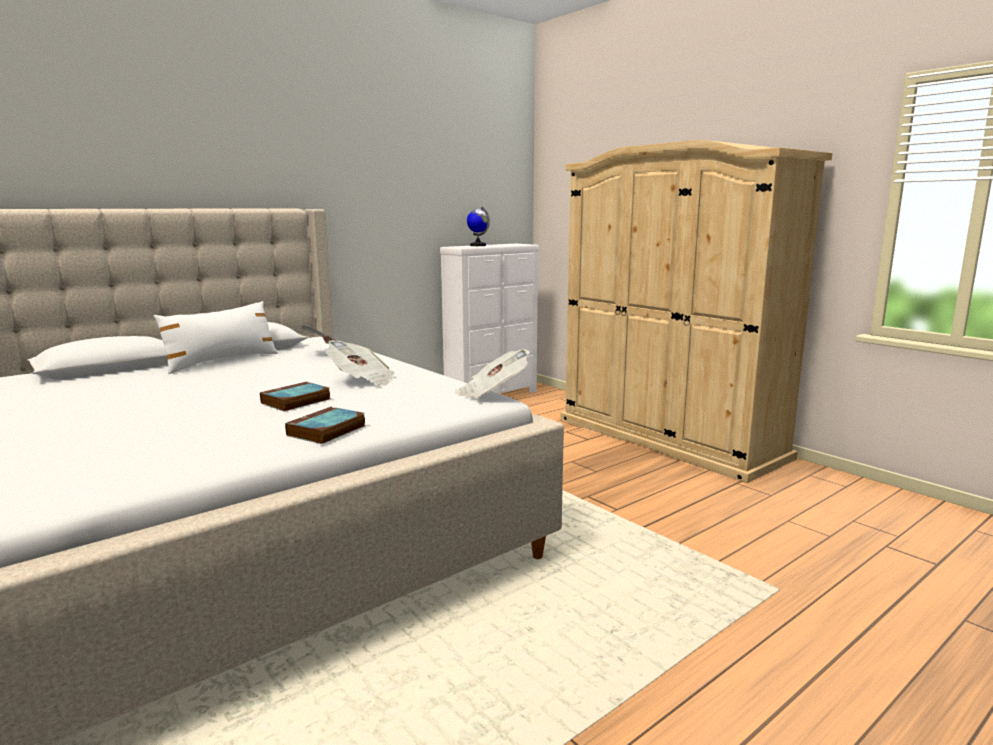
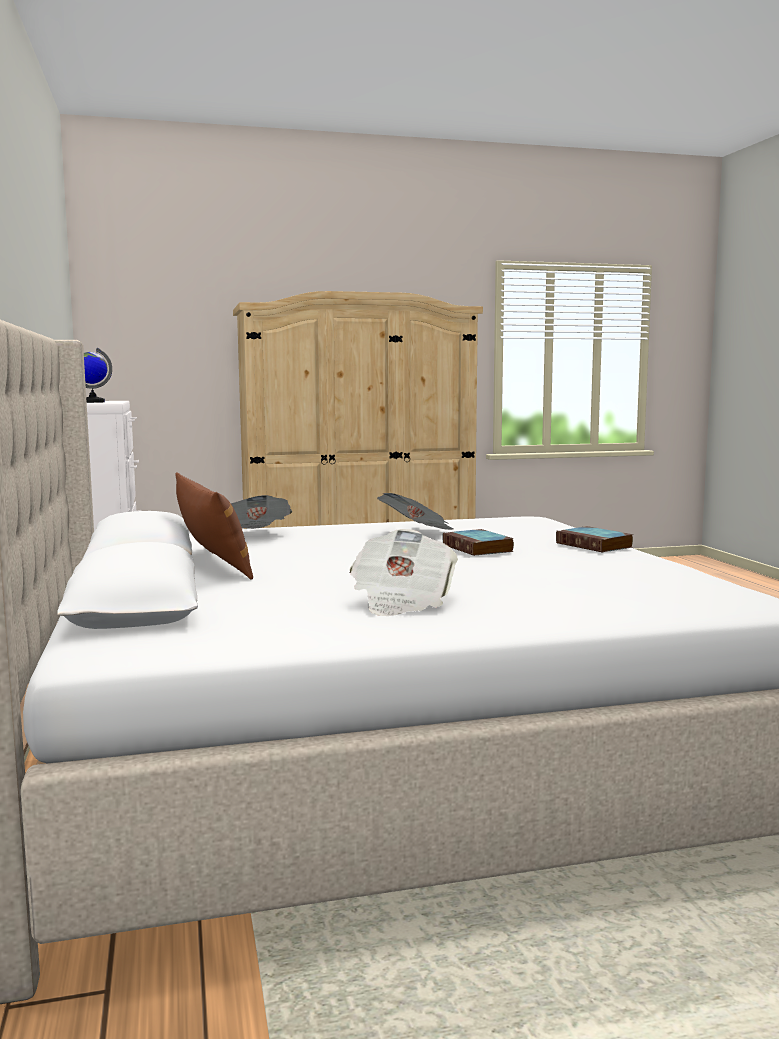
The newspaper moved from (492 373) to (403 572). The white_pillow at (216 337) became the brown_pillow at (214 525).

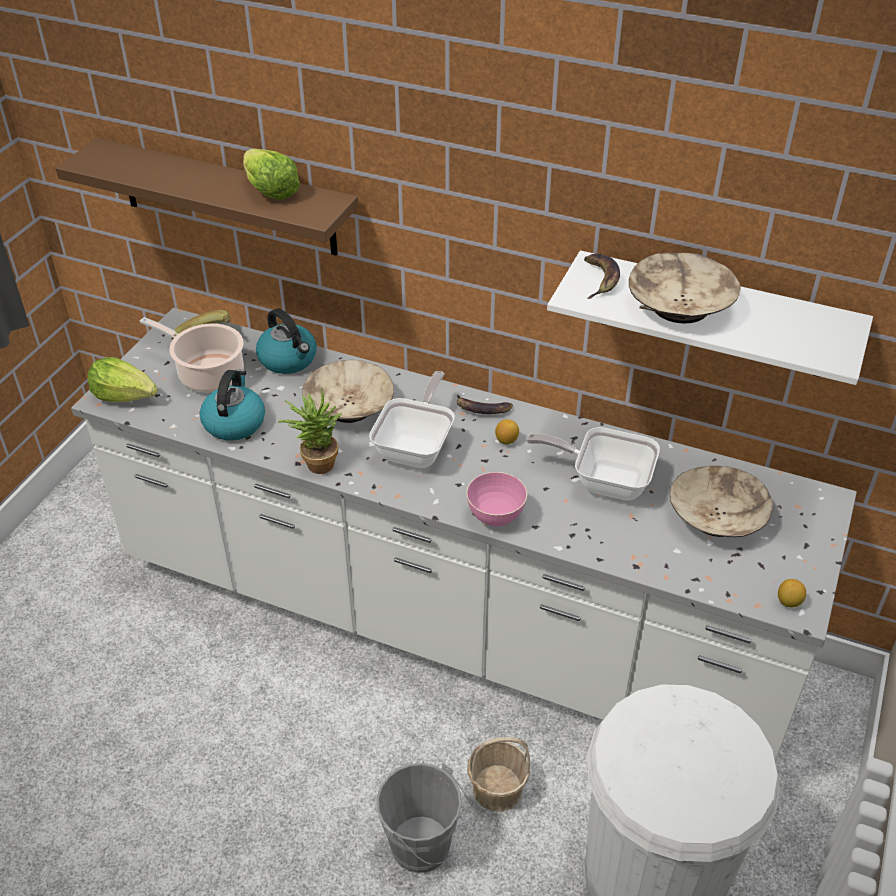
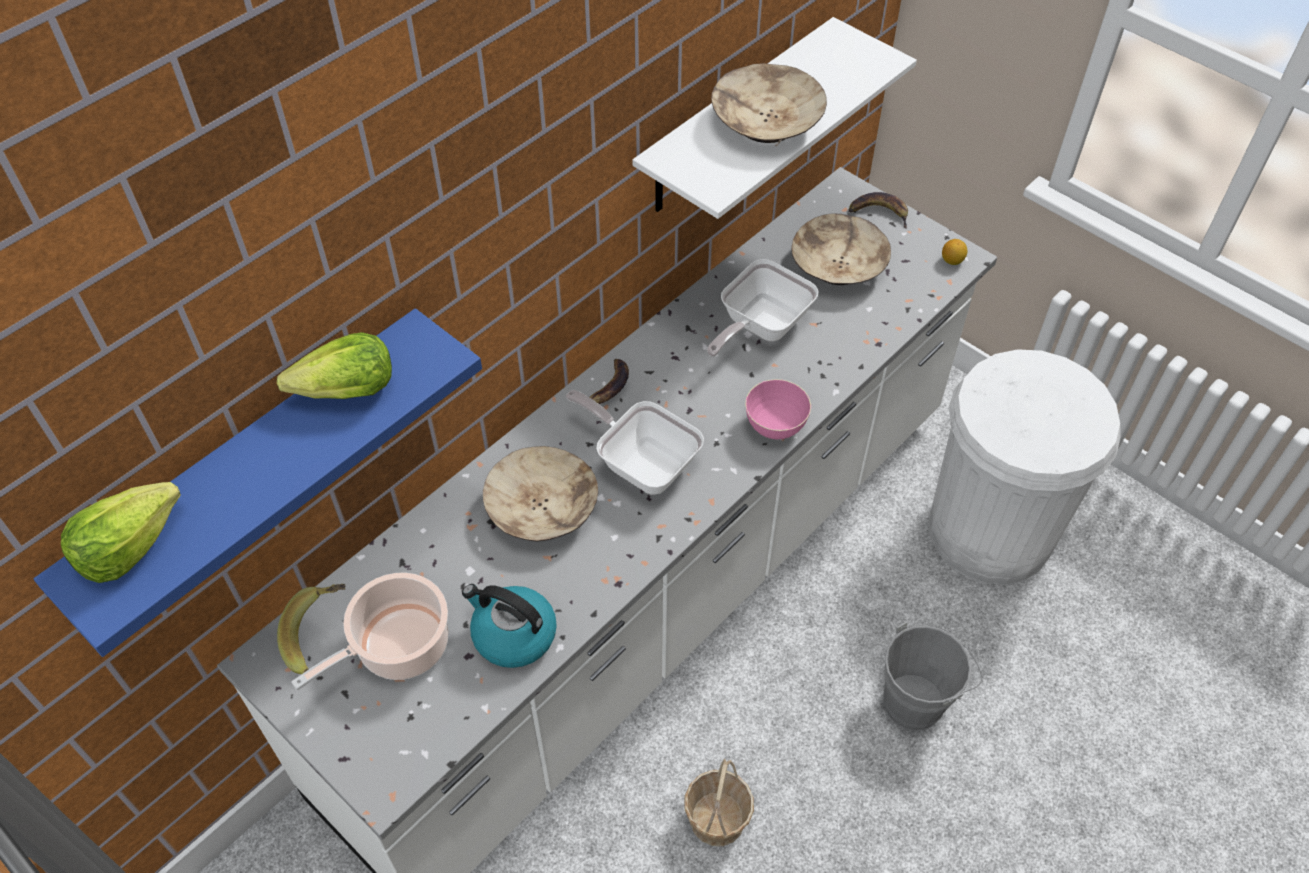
The kettle at (286 341) disappeared. The potted_plant at (310 431) disappeared. The lemon at (507 431) disappeared. The lettuce moved from (122 379) to (121 532). The basket moved from (498 774) to (719 802). The banana moved from (602 276) to (878 210). The brown_shelf at (207 197) became the blue_shelf at (258 482).

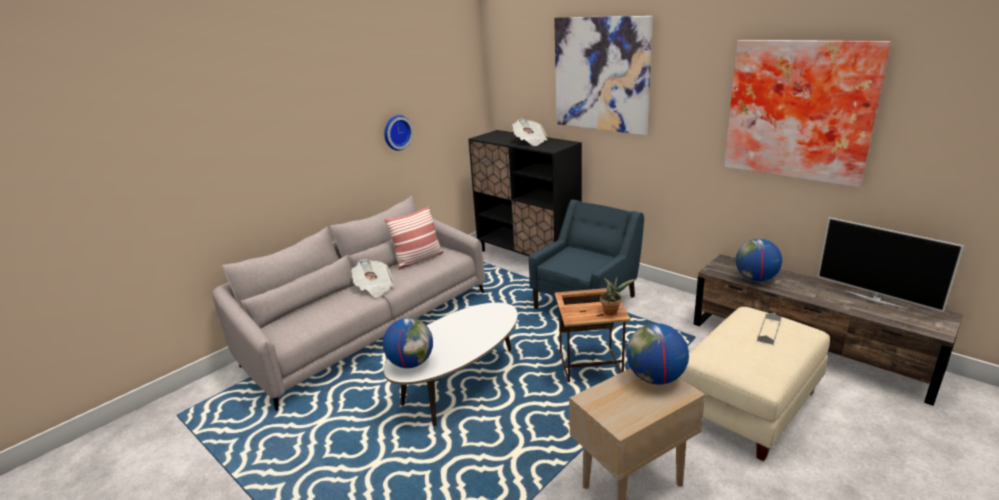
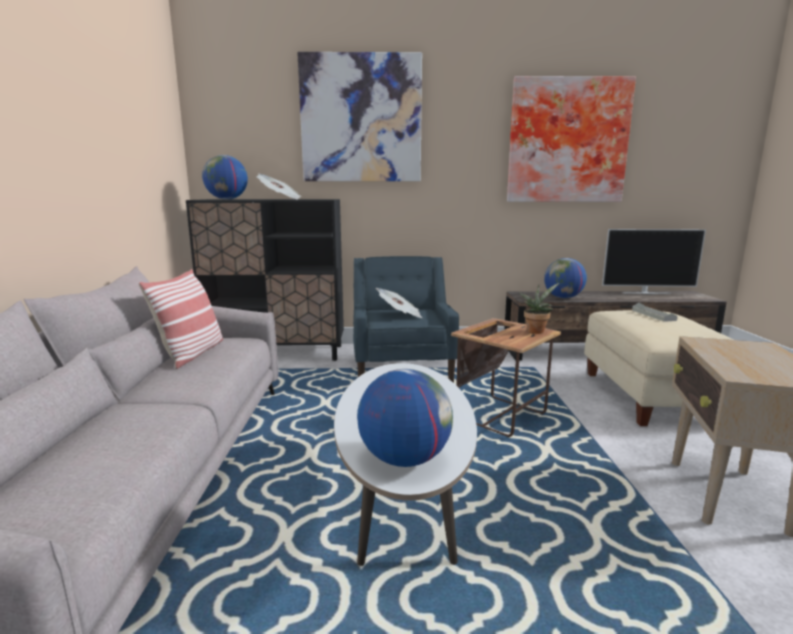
The wall_clock at (398 133) disappeared. The newspaper moved from (372 278) to (399 303). The globe moved from (658 354) to (225 177).

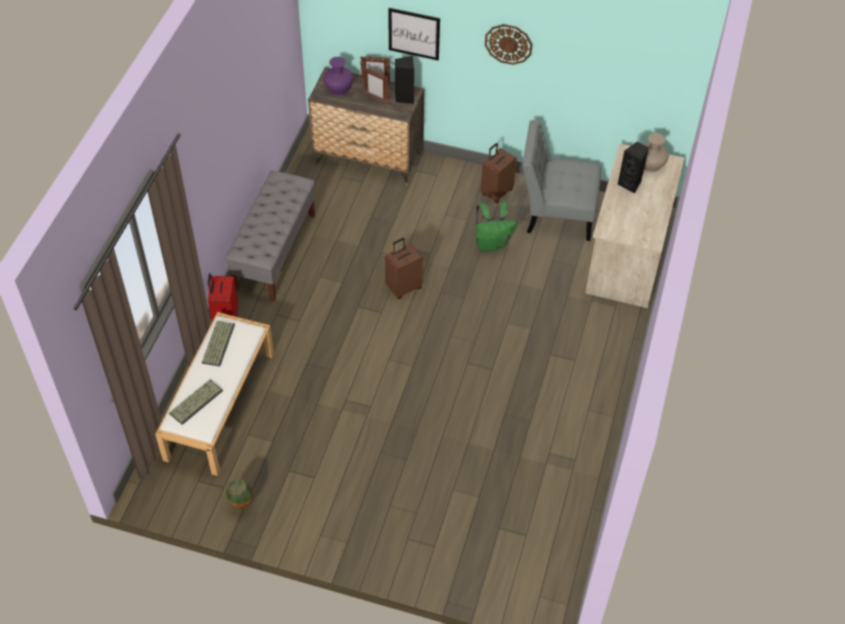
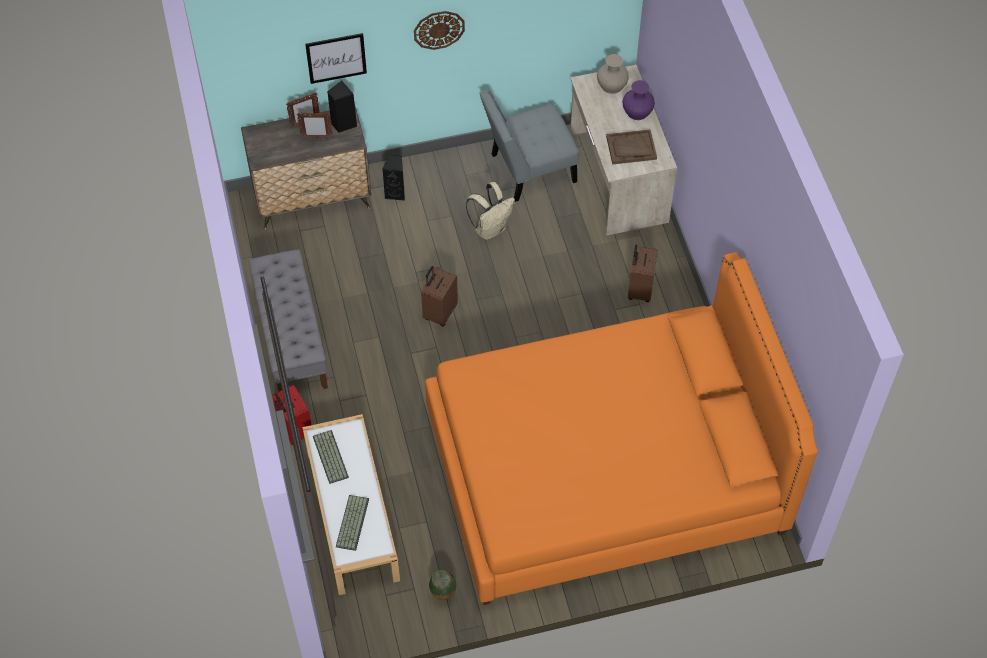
The orange_bed at (621 428) appeared. The brown_tray at (631 147) appeared. The purple_vase moved from (338 76) to (638 100). The brown_suitcase moved from (499 173) to (643 273). The black_speaker moved from (633 167) to (393 178). The green_backpack at (496 225) became the beige_backpack at (490 211).

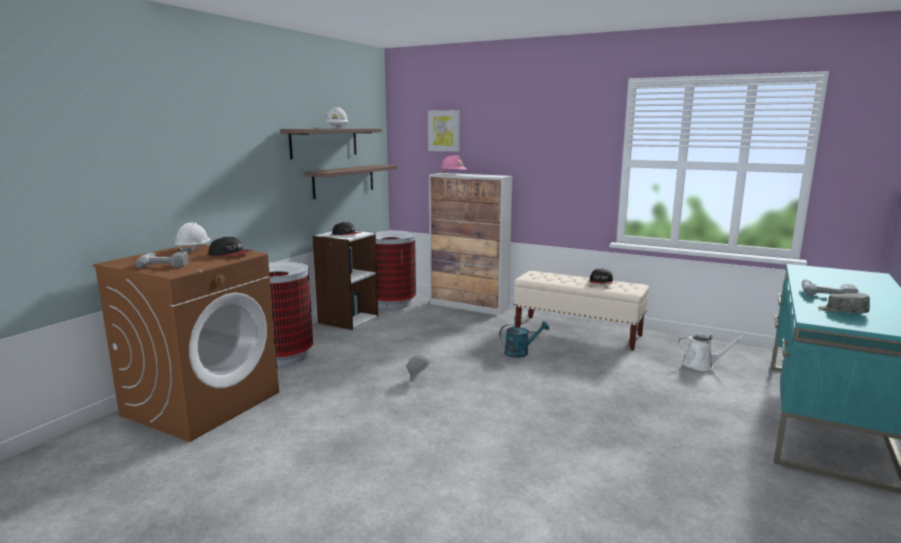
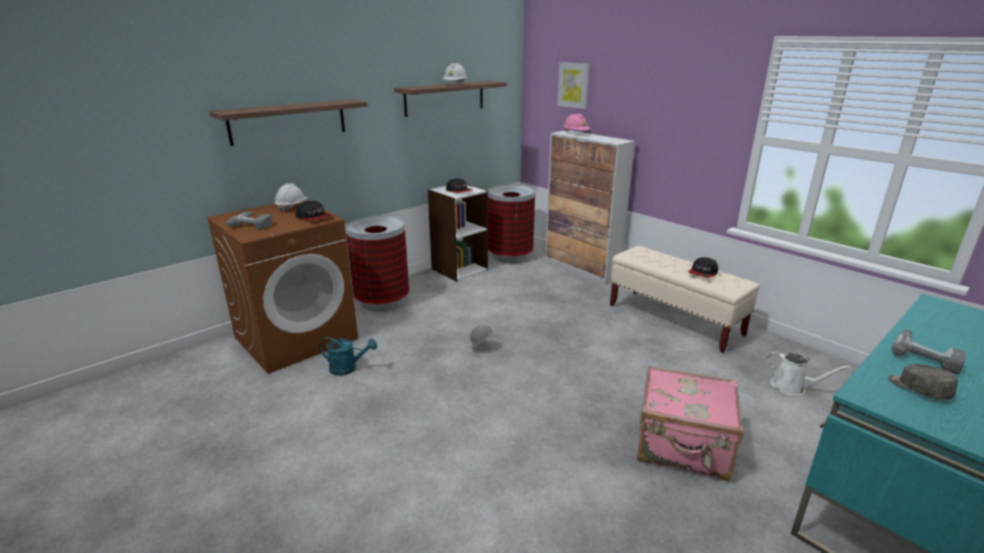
The pink_suitcase at (690 423) appeared. The shelf moved from (351 182) to (288 122). The turquoise_watering_can moved from (524 339) to (348 356).

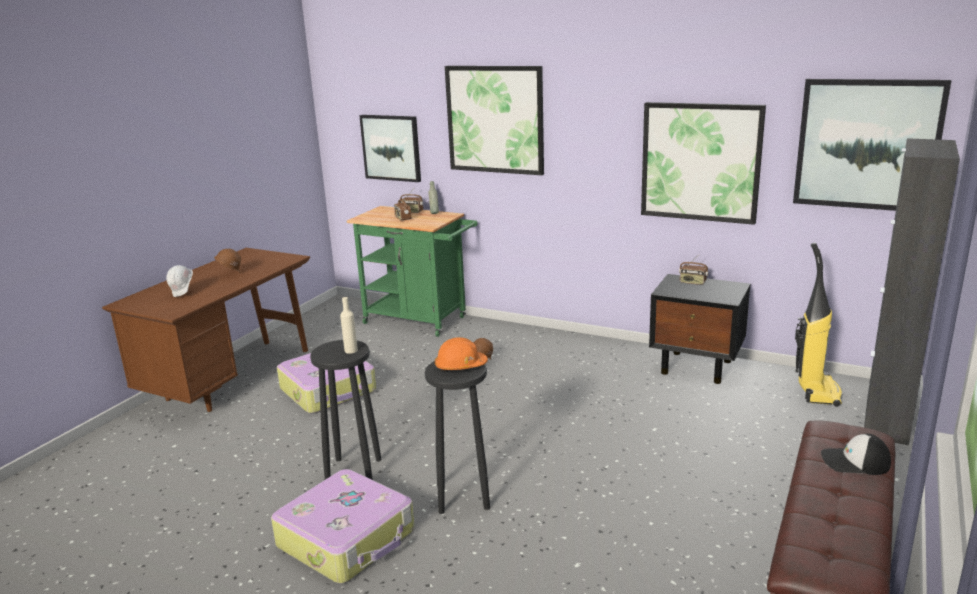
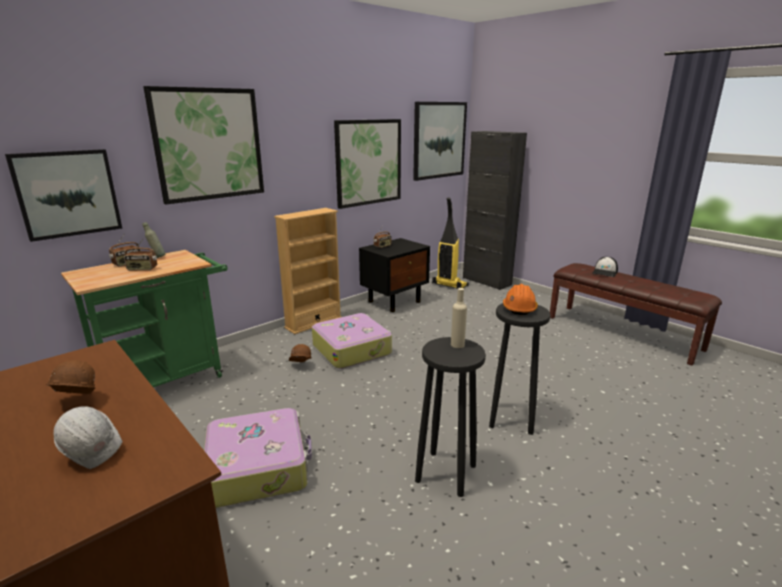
The beige_bookcase at (308 271) appeared. The suitcase moved from (342 526) to (352 341).

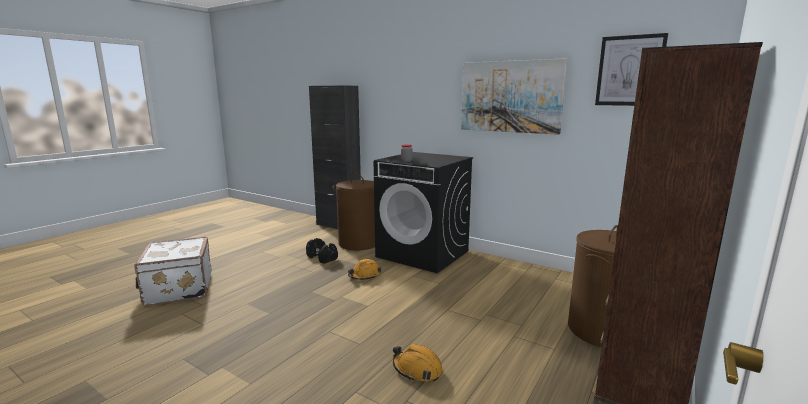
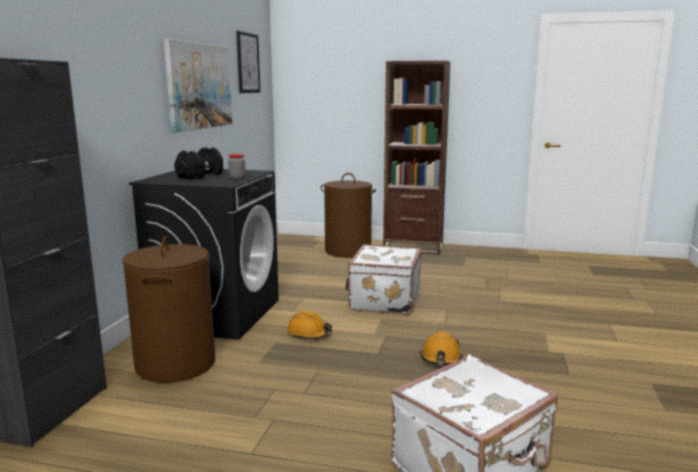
The white_suitcase at (383 279) appeared. The black_dumbbell moved from (322 251) to (198 163). The orange_hard_hat moved from (418 362) to (441 348).

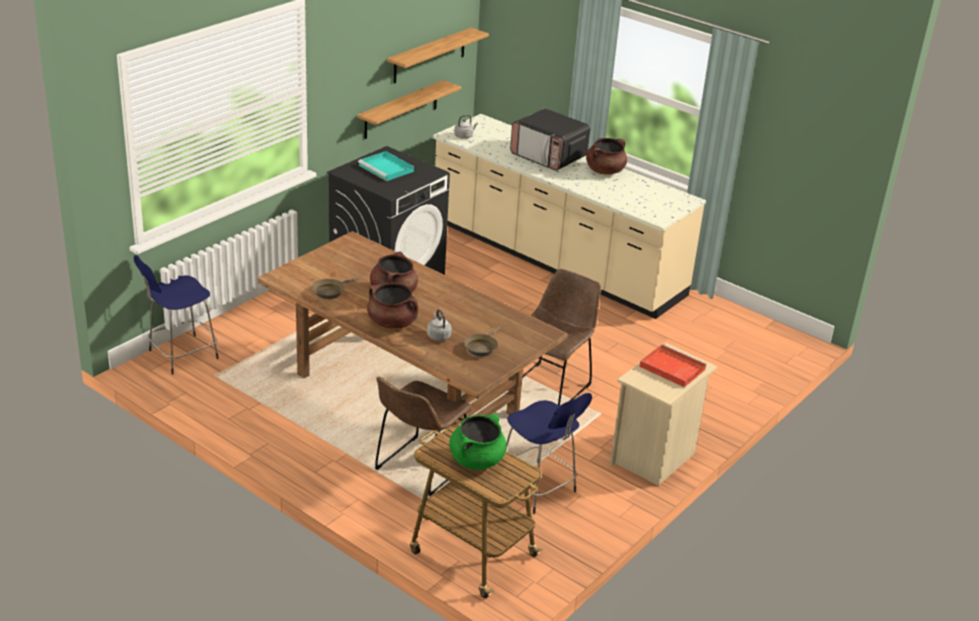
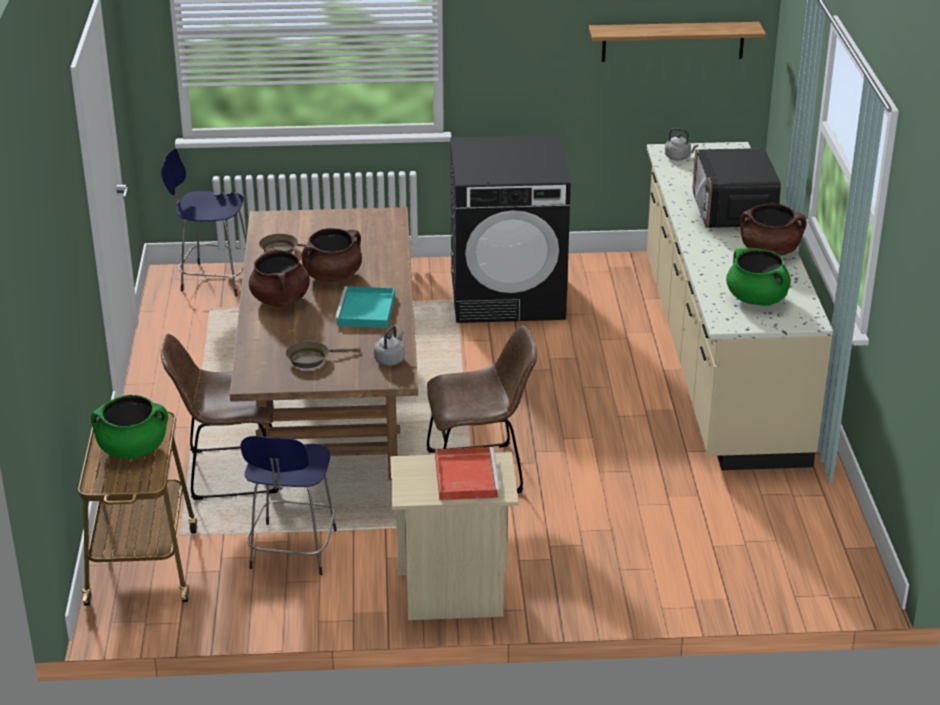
The shelf at (409 109) disappeared. The green_cooking_pot at (758 277) appeared. The turquoise_tray moved from (386 166) to (364 307). The grey_kettle moved from (439 325) to (389 346).

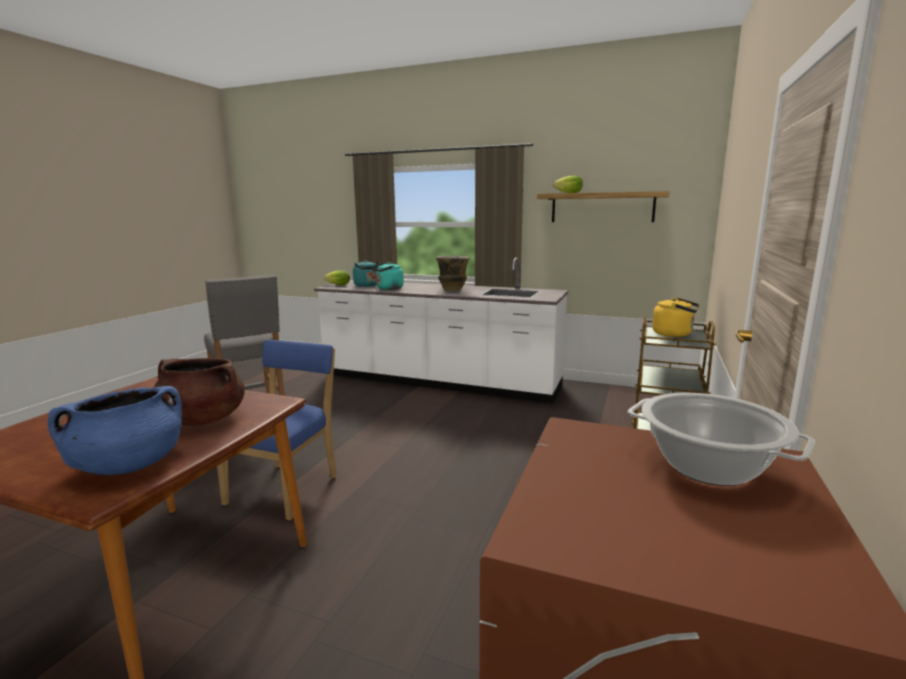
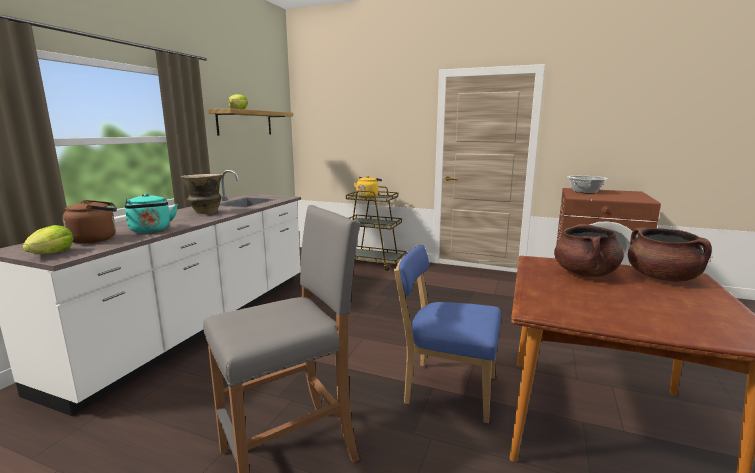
The blue_cooking_pot at (115 430) became the brown_cooking_pot at (670 255). The turquoise_kettle at (366 273) became the brown_kettle at (90 222).

